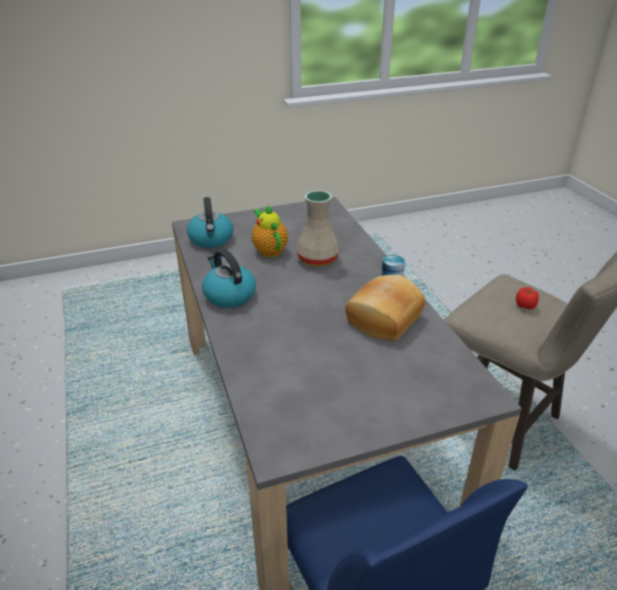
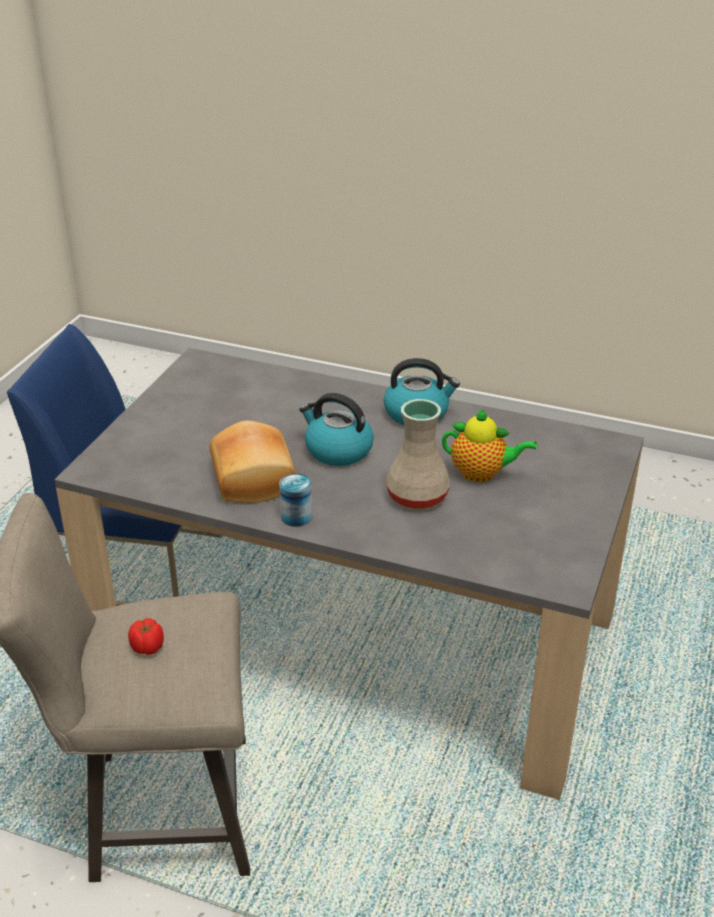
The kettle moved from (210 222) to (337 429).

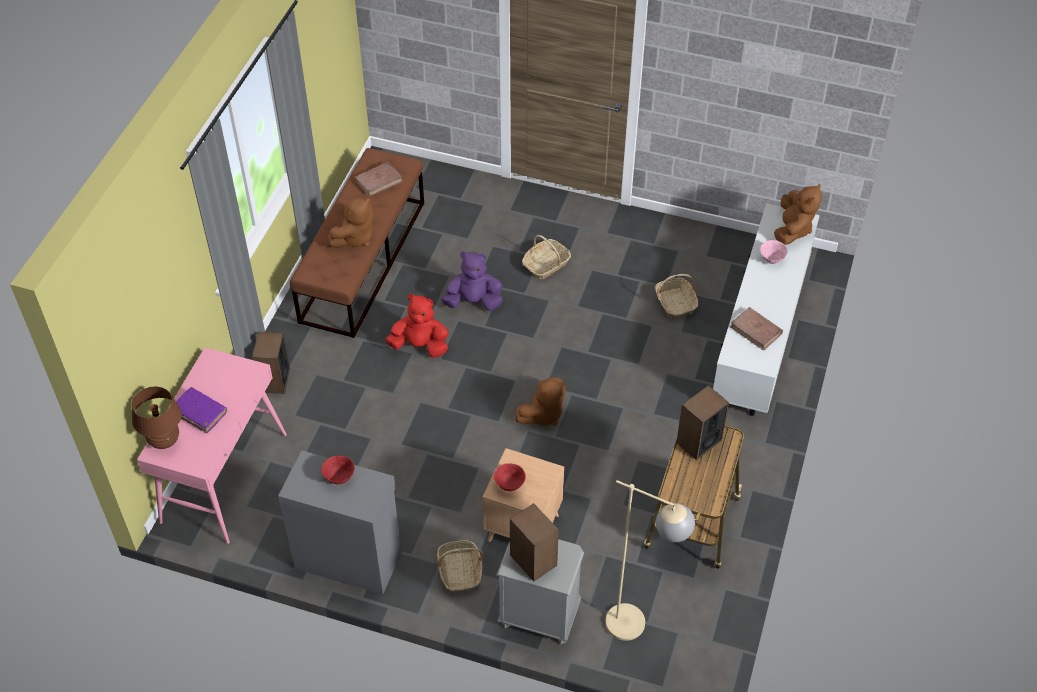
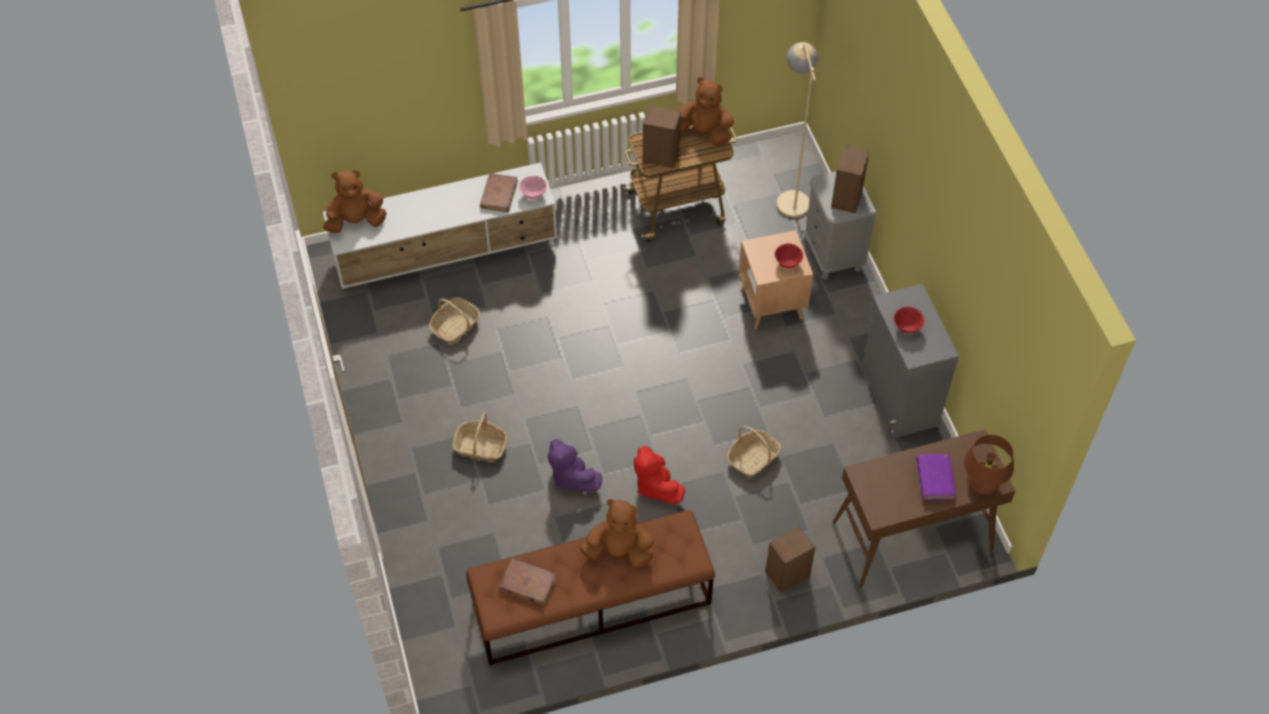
The basket moved from (460 565) to (754 452). The brown_plush_toy moved from (540 401) to (705 111). The pink_bowl moved from (774 252) to (533 188). The pink_console_table at (212 446) became the brown_console_table at (924 508).

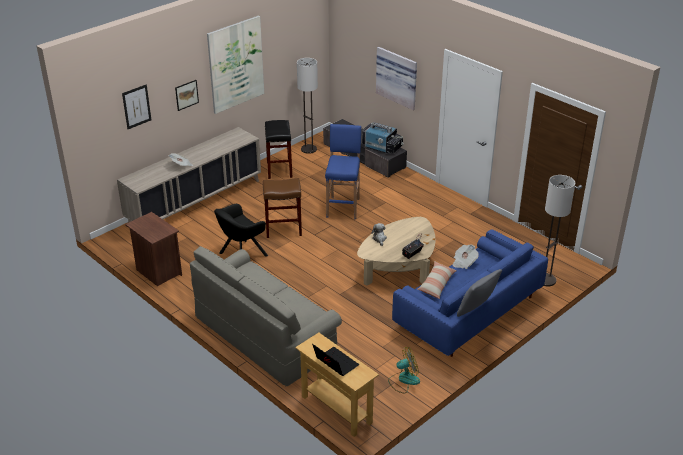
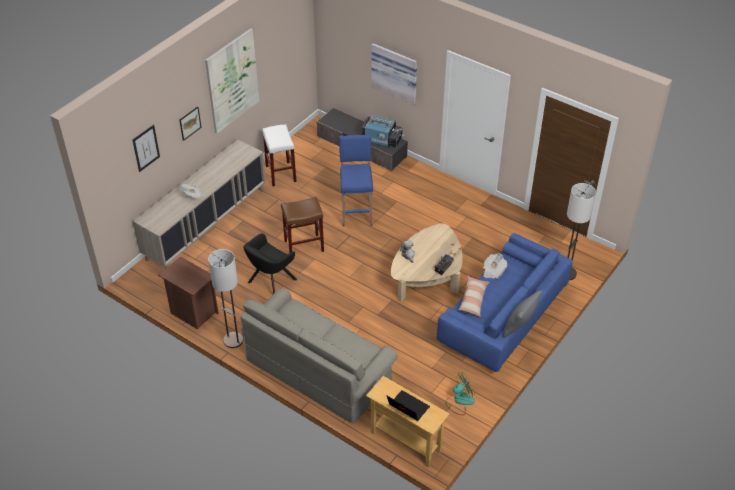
The floor_lamp moved from (307 106) to (225 298). The black_stool at (278 149) became the white_stool at (279 155).

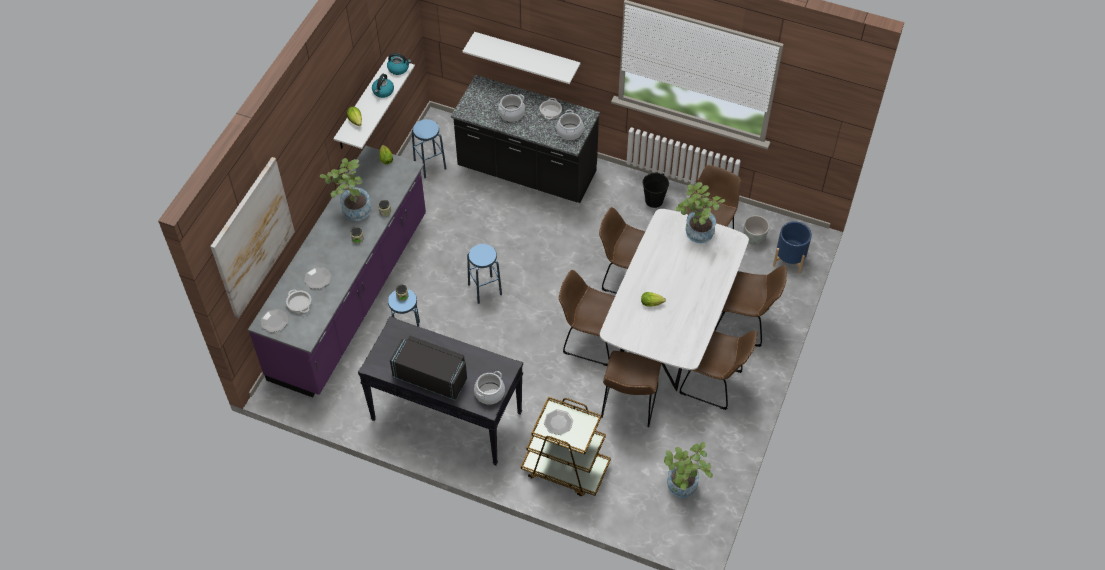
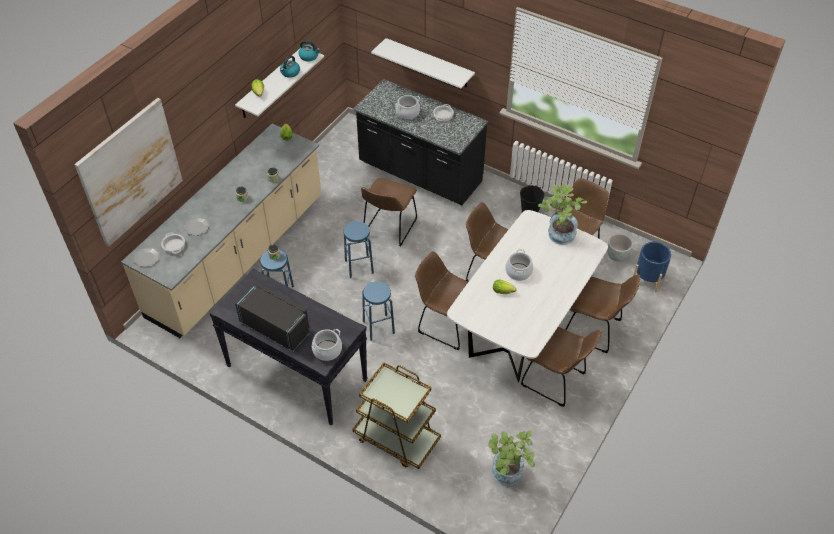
The potted_plant at (345 189) disappeared. The plate at (558 422) disappeared. The blue_stool moved from (429 149) to (378 311). The cooking_pot moved from (569 125) to (519 265). The brown_chair moved from (631 389) to (389 212). The purple_counter at (337 271) became the beige_counter at (221 231).

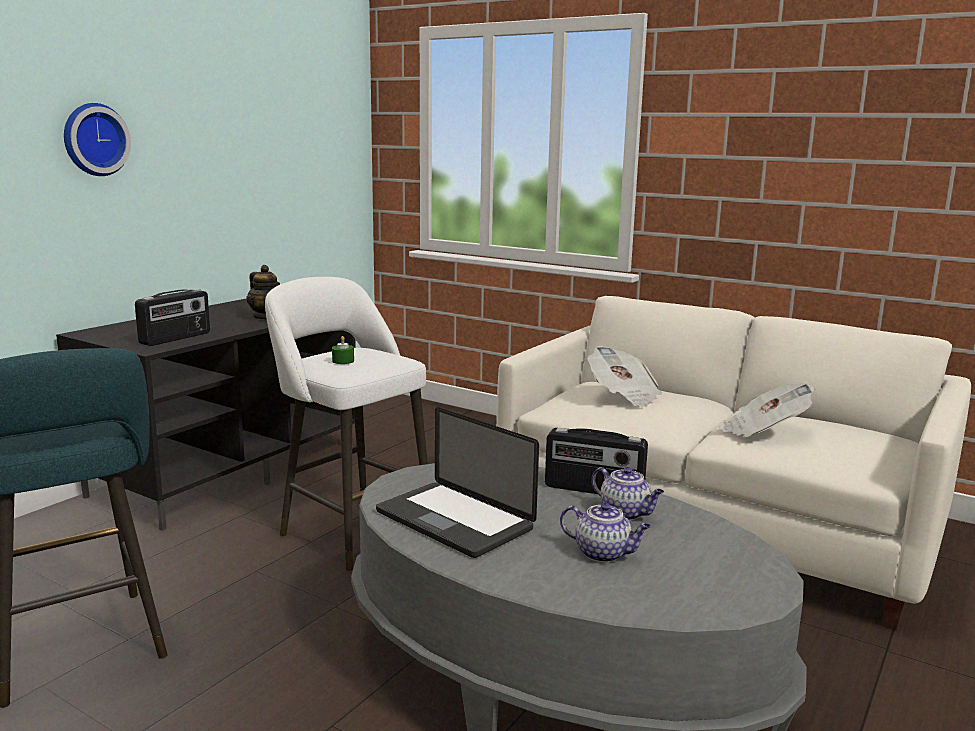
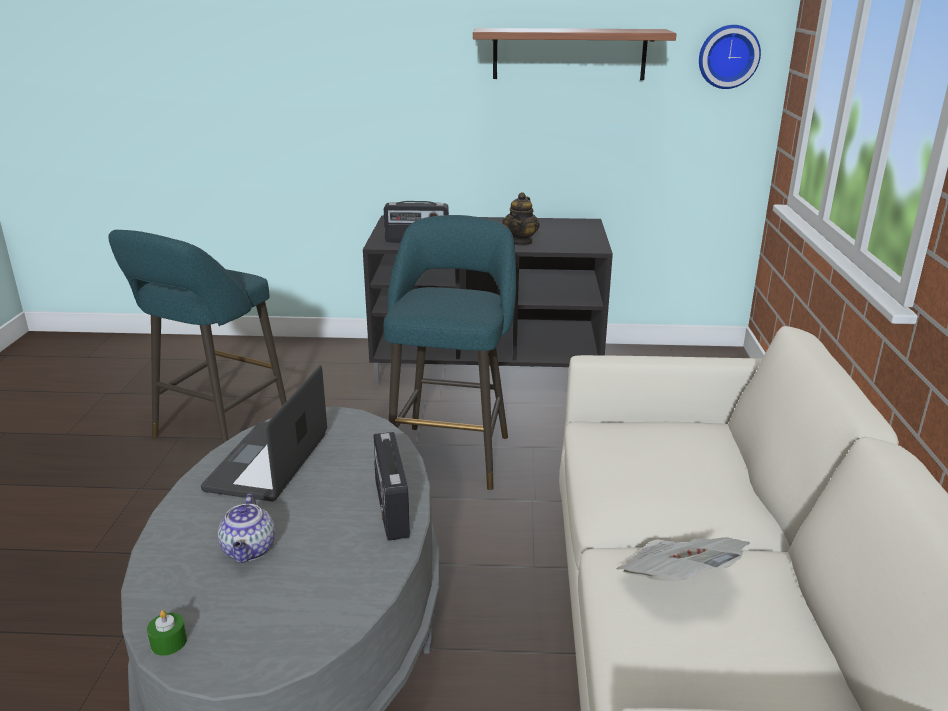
The newspaper at (624 376) disappeared. The teapot at (627 493) disappeared. The shelf at (574 54) appeared. The wall_clock moved from (97 139) to (730 57). The green_candle moved from (343 350) to (167 633). The white_stool at (346 424) became the turquoise_stool at (449 352).

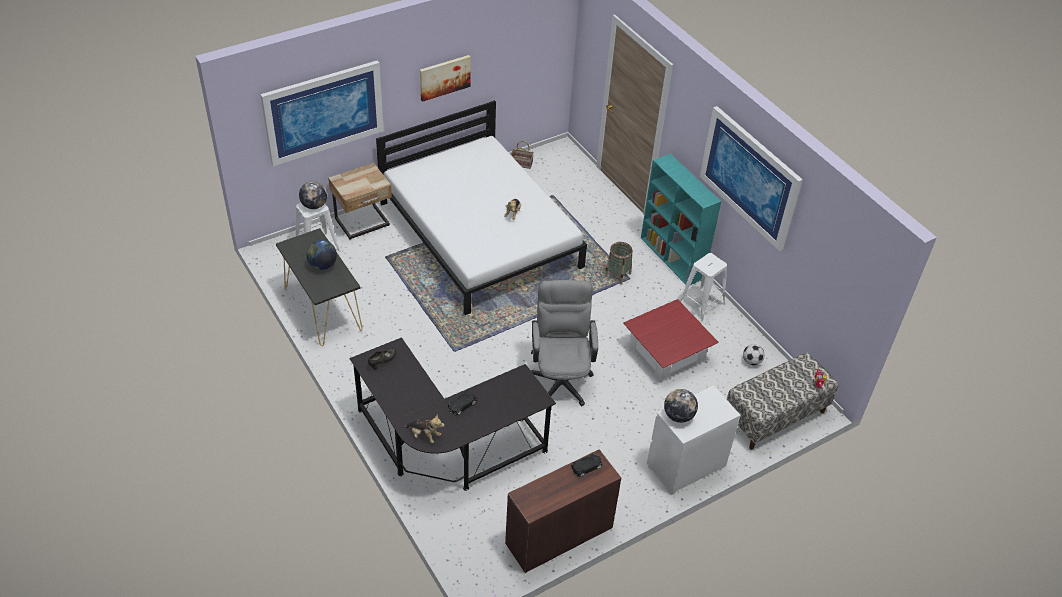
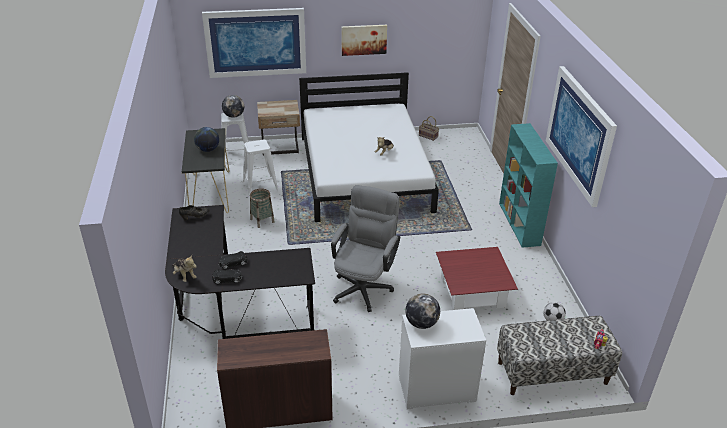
The black_toy_car moved from (586 465) to (227 276). The basket moved from (619 263) to (262 208). The white_stool moved from (703 287) to (260 167).

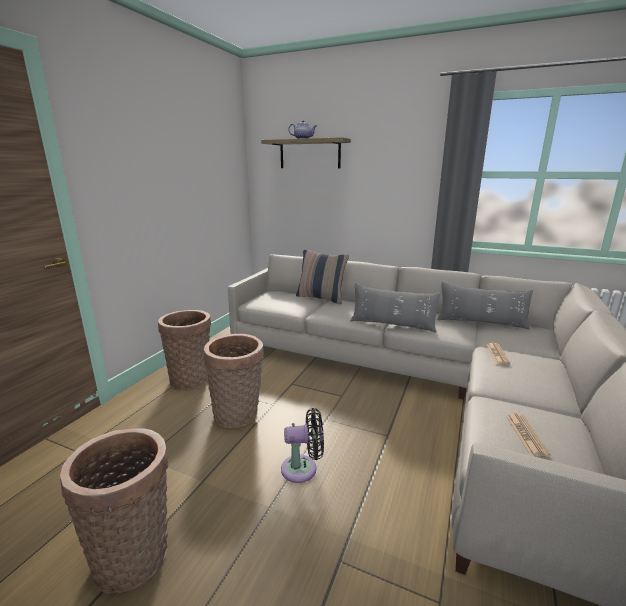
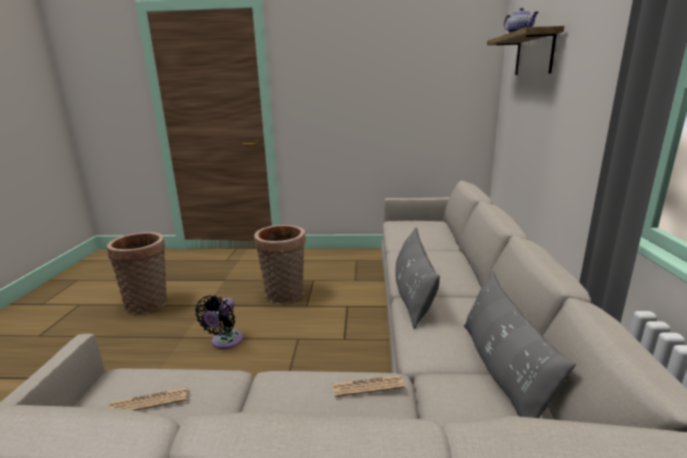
The basket at (184 350) disappeared. The pillow at (322 277) disappeared. The black_fan at (302 445) turned 45 degrees clockwise.

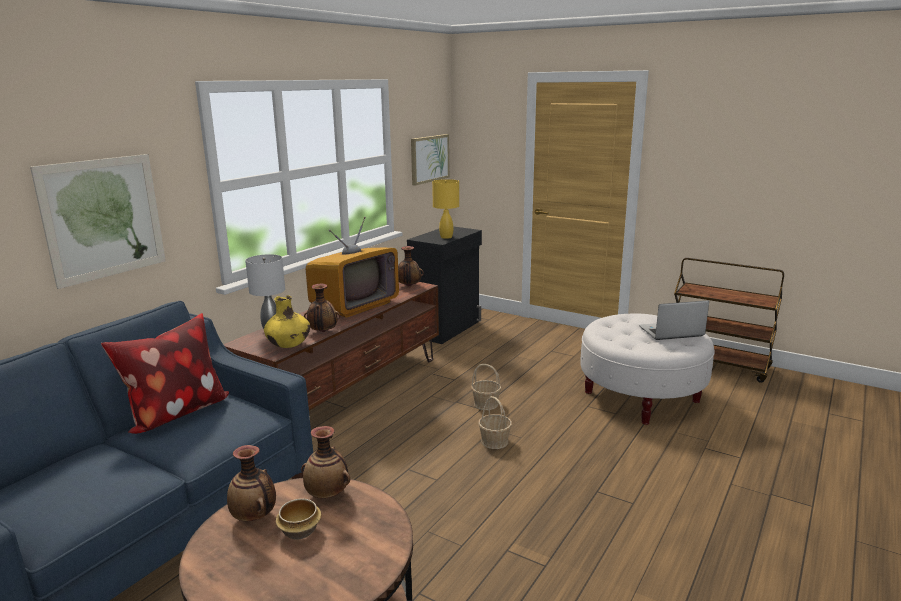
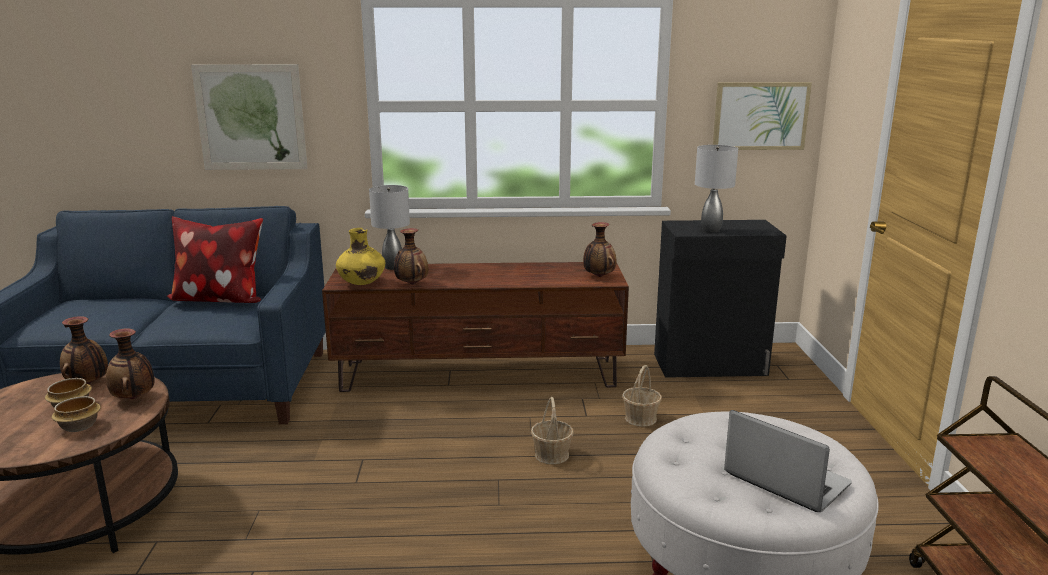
The television at (352 267) disappeared. The bowl at (76 414) appeared. The basket moved from (495 422) to (642 396). The yellow_table_lamp at (445 209) became the grey_table_lamp at (716 189).

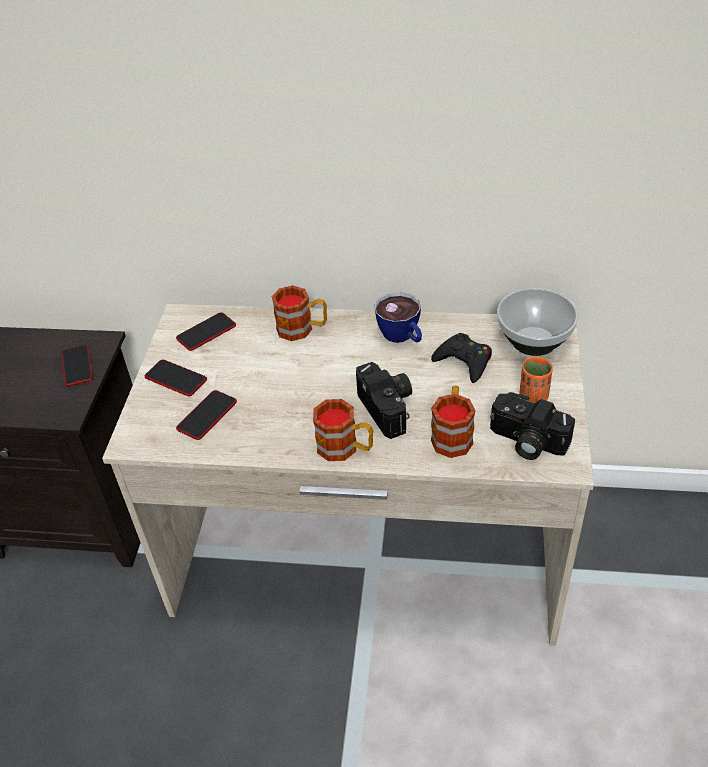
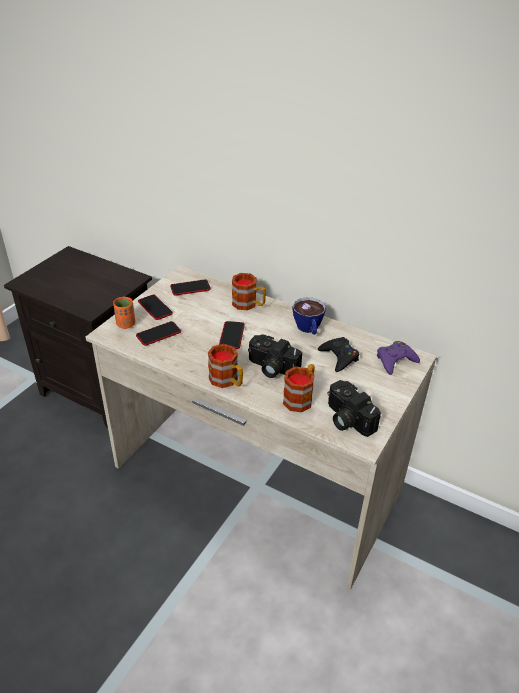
The phone moved from (77 365) to (232 335). The orange_cup moved from (536 380) to (124 313). The bowl at (537 322) was replaced by the purple_game_controller at (398 358). The photo_camera at (384 400) turned 120 degrees clockwise.

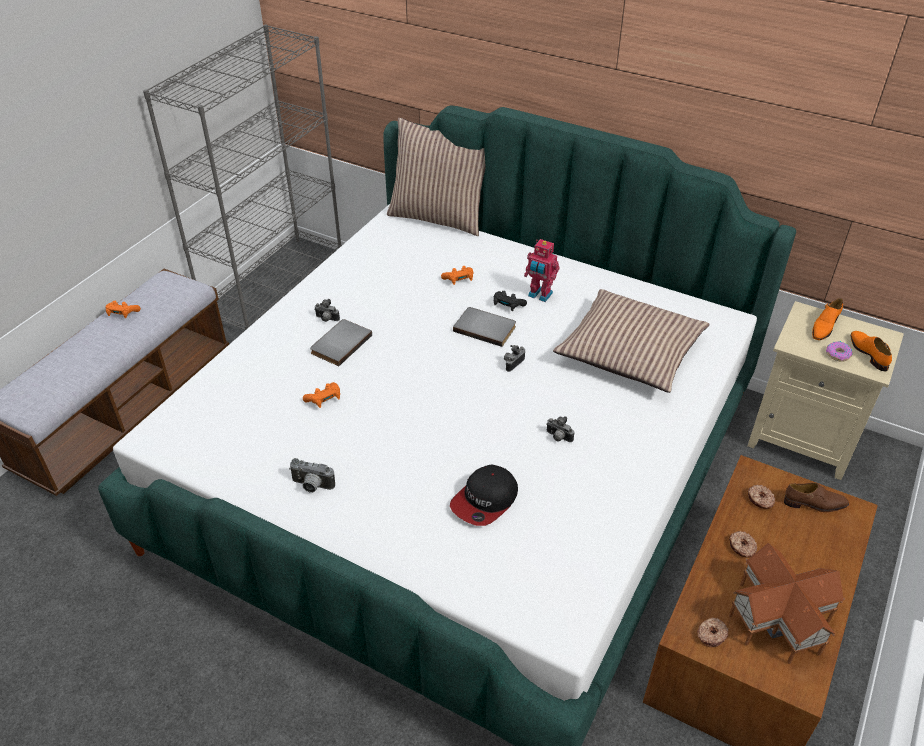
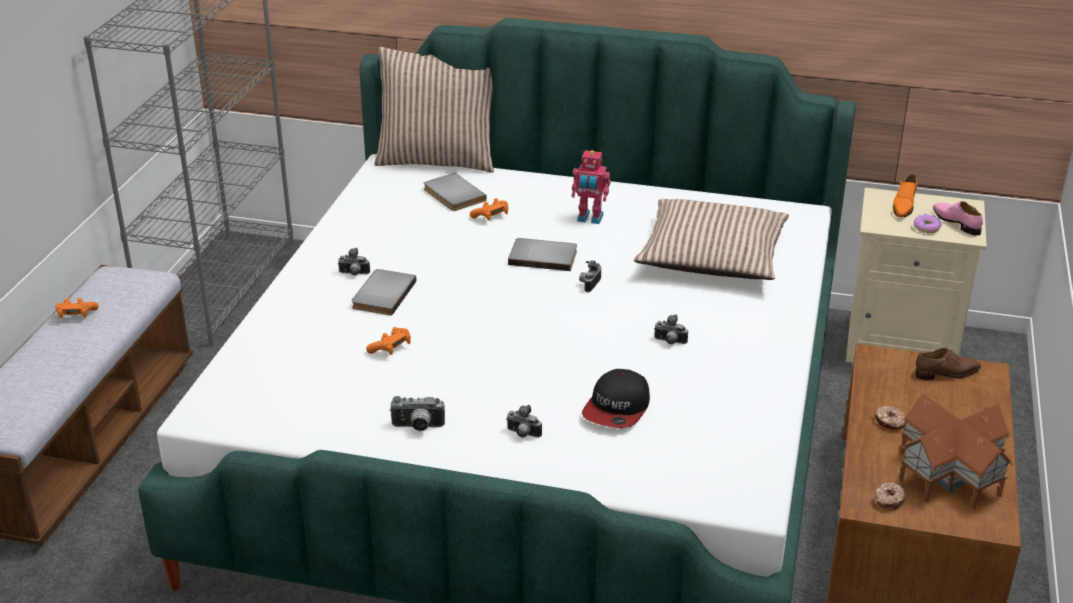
The black_game_controller at (510 301) disappeared. The donut at (761 497) disappeared. The grey_book at (455 192) appeared. The photo_camera at (524 421) appeared. The orange_shoe at (871 351) became the pink_shoe at (958 218).

